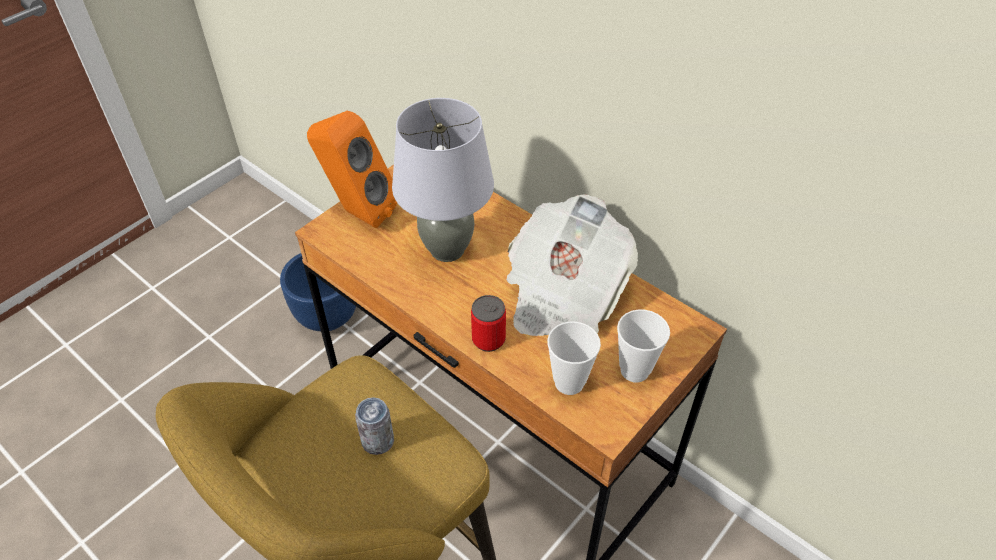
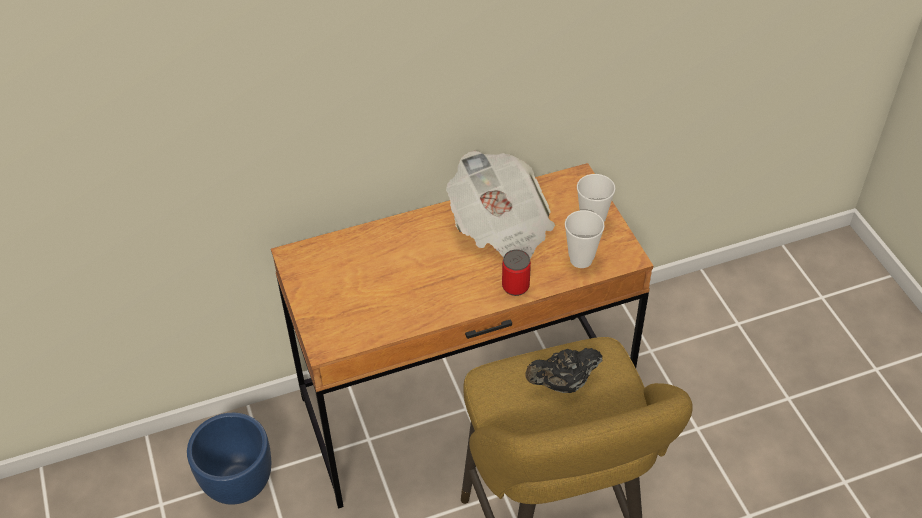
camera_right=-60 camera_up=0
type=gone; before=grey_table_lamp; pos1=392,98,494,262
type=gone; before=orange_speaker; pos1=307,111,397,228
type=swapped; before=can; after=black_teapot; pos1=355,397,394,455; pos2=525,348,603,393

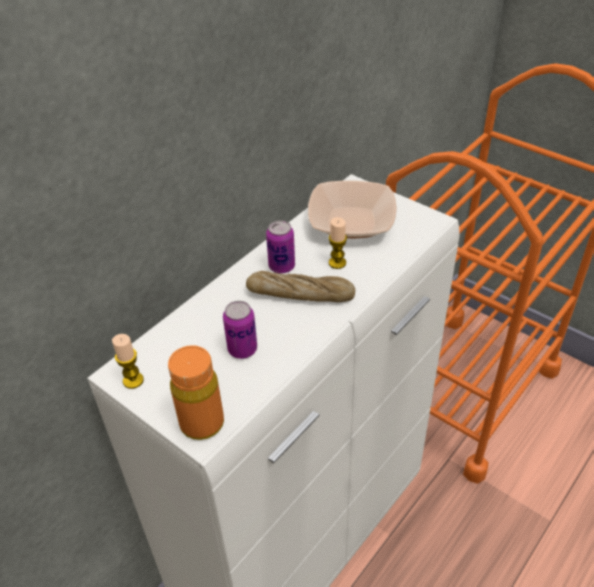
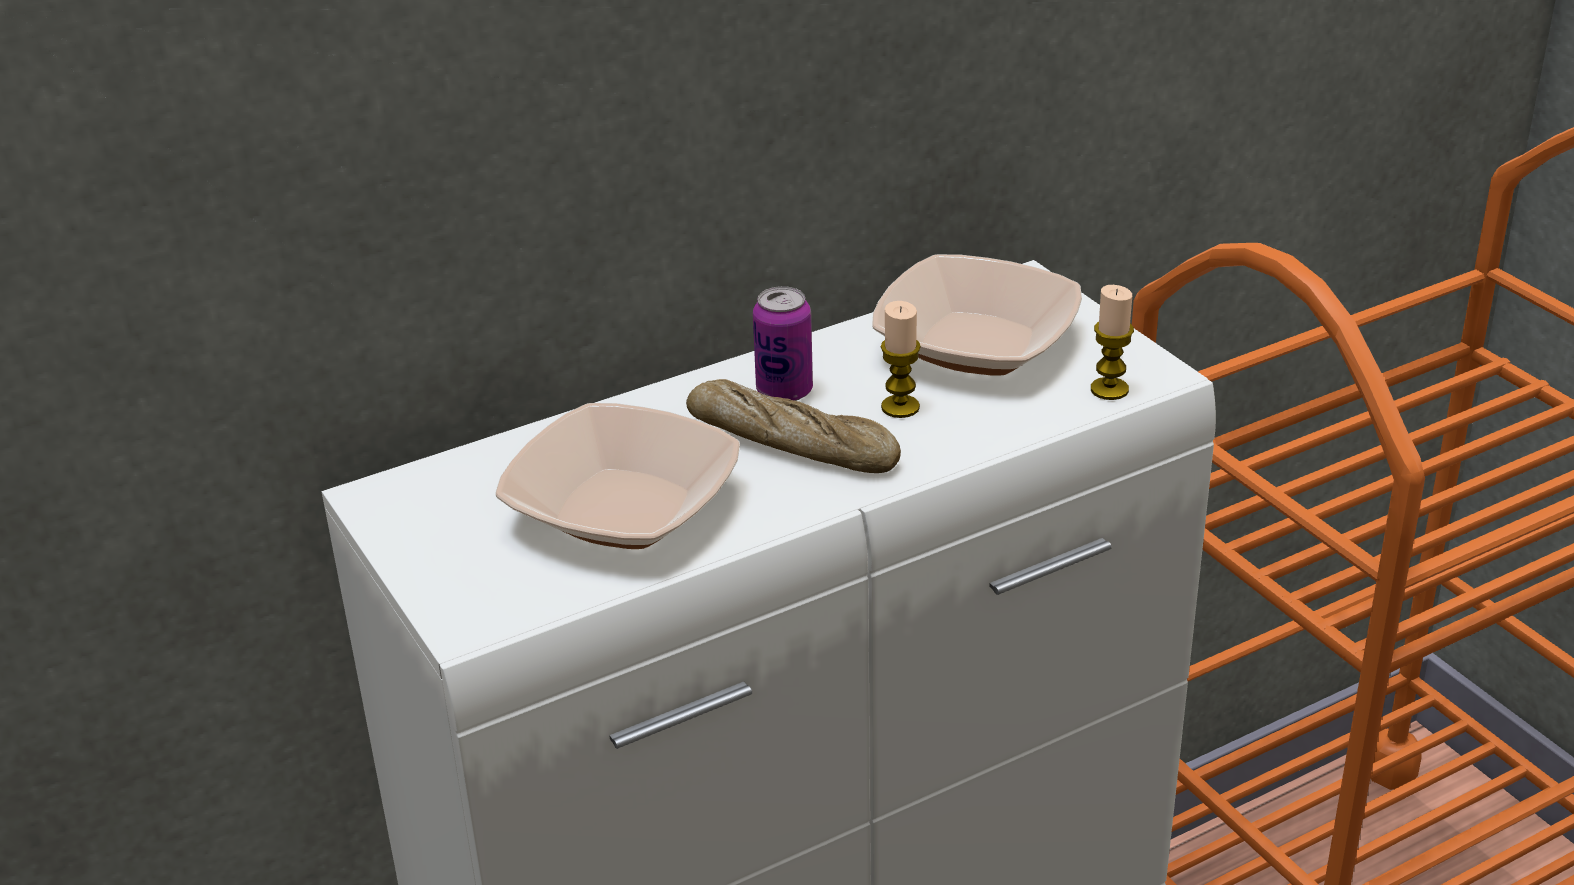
camera_right=20 camera_up=-10
type=swapped; before=can; after=bowl; pos1=223,301,257,359; pos2=495,403,740,549
type=shifted; before=candle; pos1=112,334,144,389; pos2=1091,285,1134,400
type=gone; before=orange_bottle; pos1=168,345,224,440

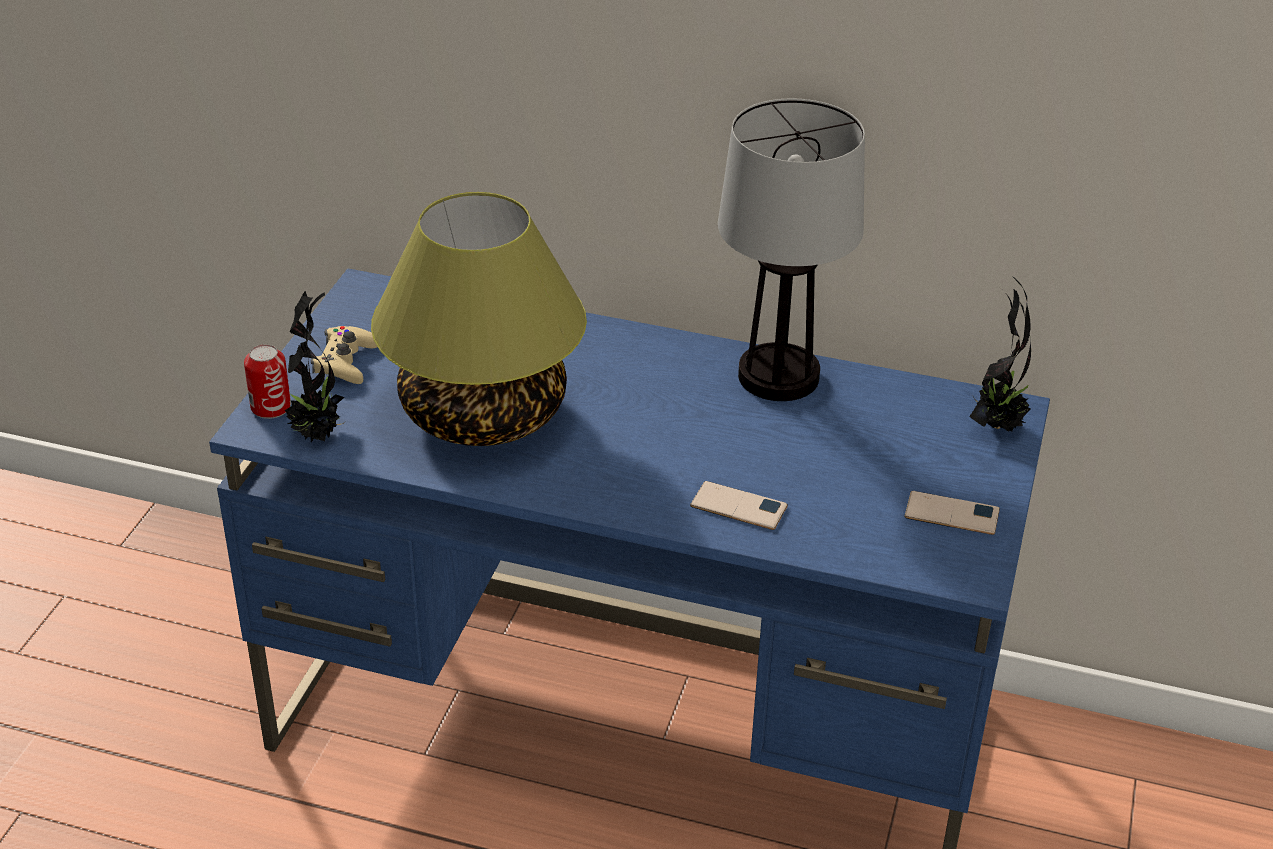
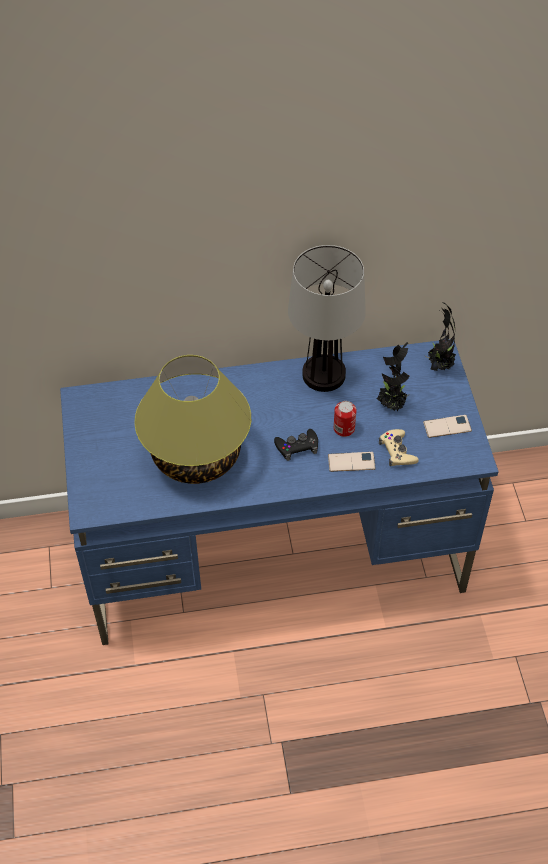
camera_right=-25 camera_up=15
type=shifted; before=potted_plant; pos1=285,291,345,443; pos2=377,342,409,411
type=shifted; before=beige_game_controller; pos1=311,326,377,384; pos2=379,429,419,466
type=shifted; before=can; pos1=244,345,291,419; pos2=334,401,357,437
type=new; after=black_game_controller; pos2=274,429,318,461

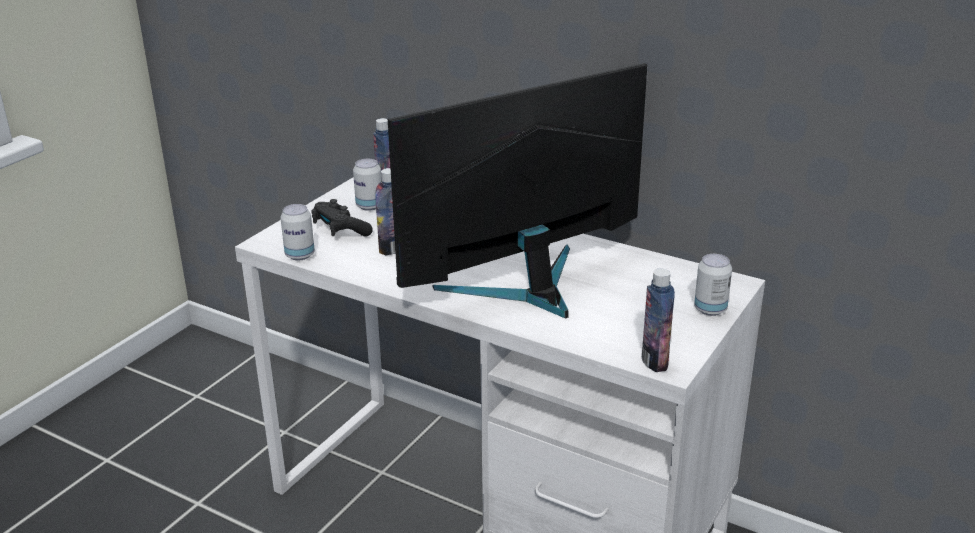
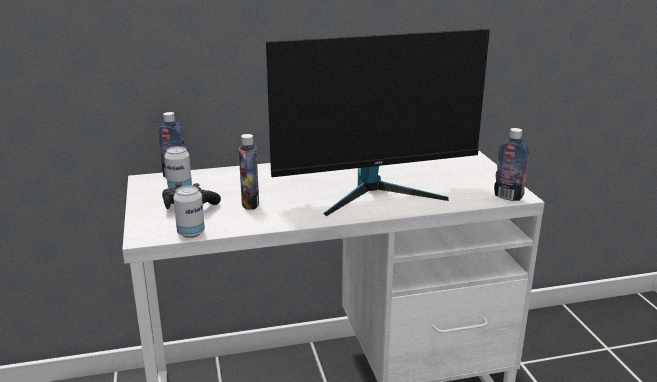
camera_right=-45 camera_up=-5
type=rotated; before=monitor; pos1=388,63,647,319; pos2=266,29,490,216; turn=-120
type=gone; before=can; pos1=694,254,732,316

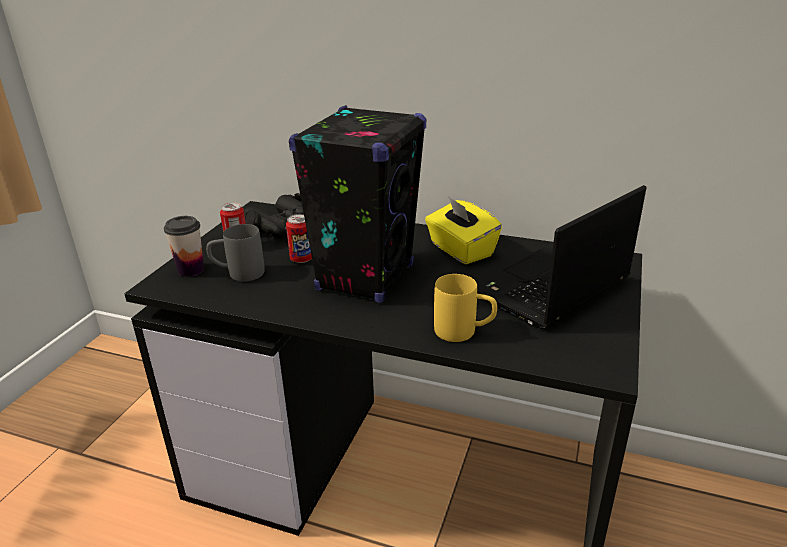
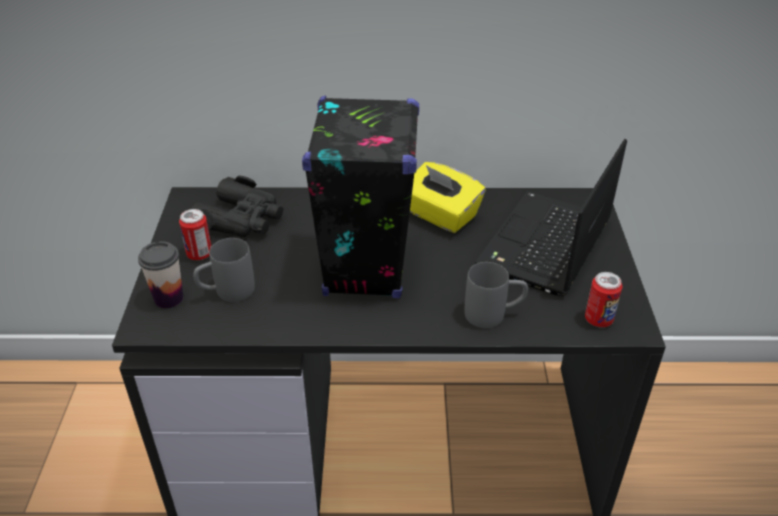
camera_right=-20 camera_up=10
type=shifted; before=can; pos1=286,214,312,263; pos2=585,272,622,327
type=repainted; before=yellow_mug; after=grey_mug; pos1=434,274,497,342; pos2=464,262,528,328

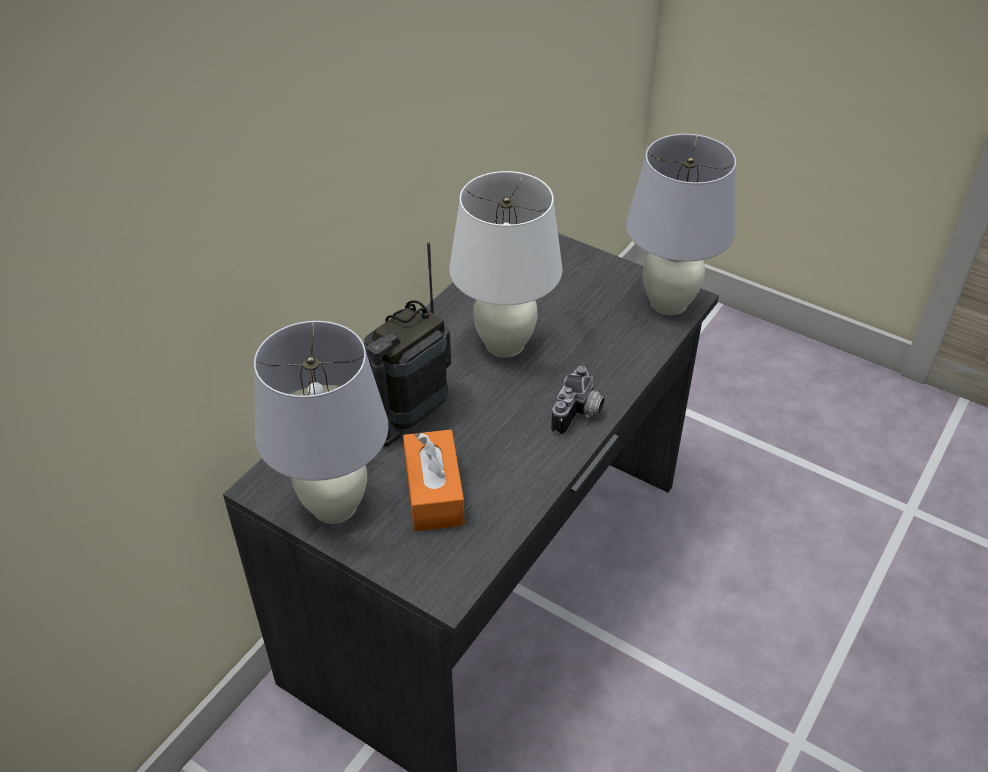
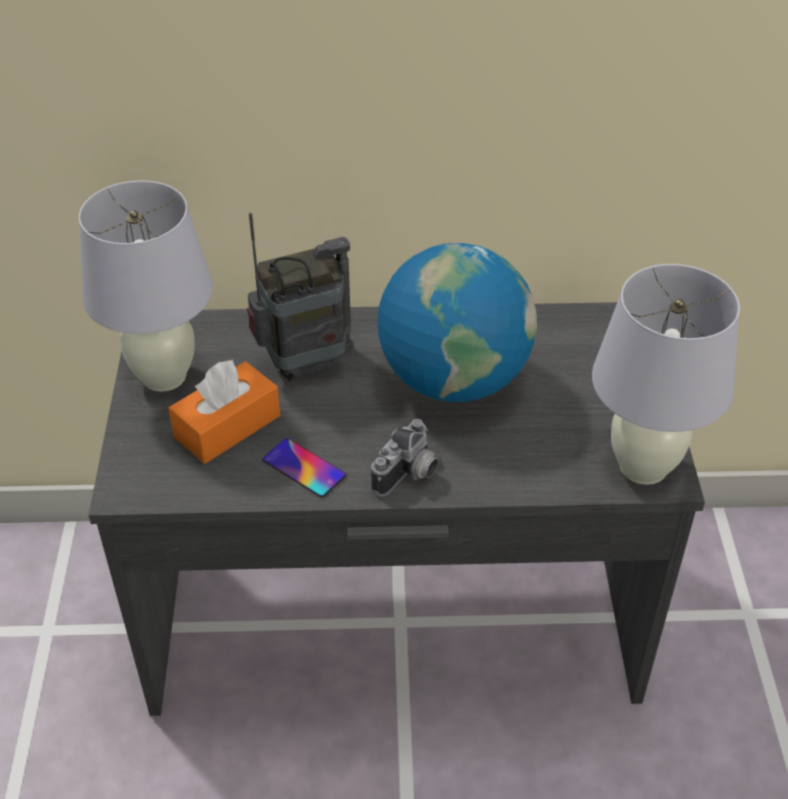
camera_right=55 camera_up=0
type=swapped; before=white_table_lamp; after=globe; pos1=449,171,562,358; pos2=377,243,537,402
type=rotated; before=radio; pos1=364,242,451,447; pos2=247,213,353,381; turn=150
type=rotated; before=photo_camera; pos1=551,366,605,436; pos2=371,419,438,497; turn=-45
type=new; after=phone; pos2=262,438,346,497

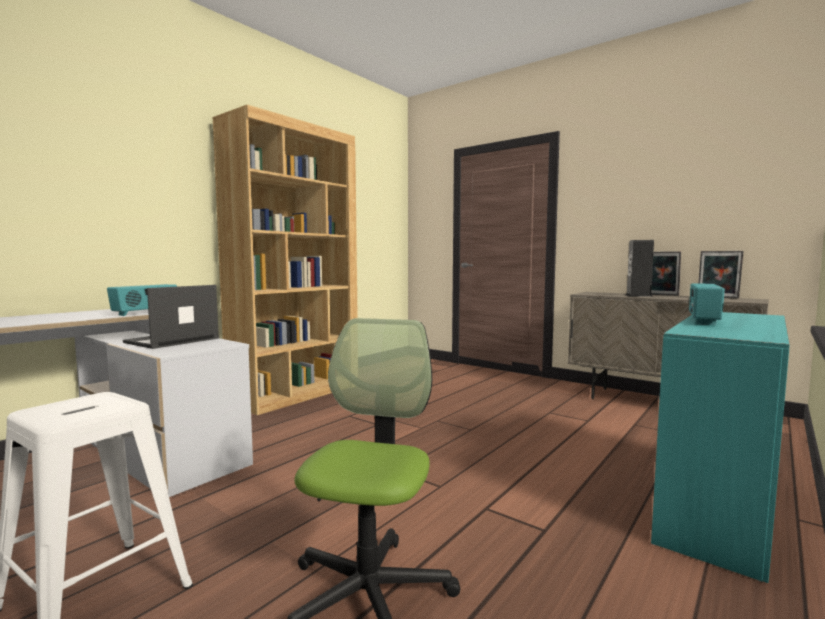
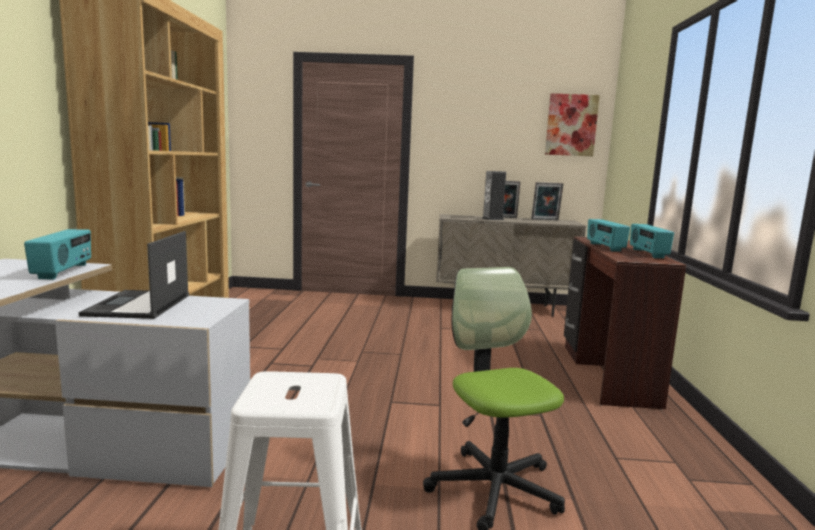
camera_right=-35 camera_up=5
type=repainted; before=turquoise_desk; after=brown_desk; pos1=651,312,790,583; pos2=564,236,686,409
type=new; after=picture; pos2=545,93,600,156
type=new; after=radio; pos2=630,224,674,258

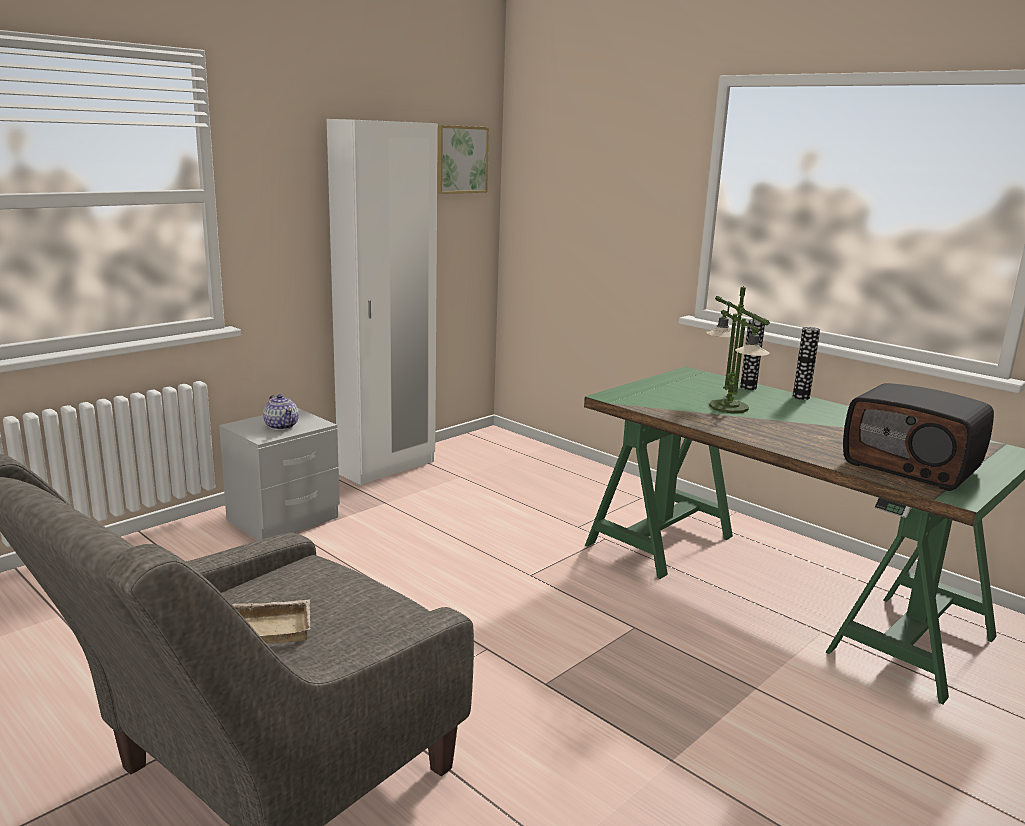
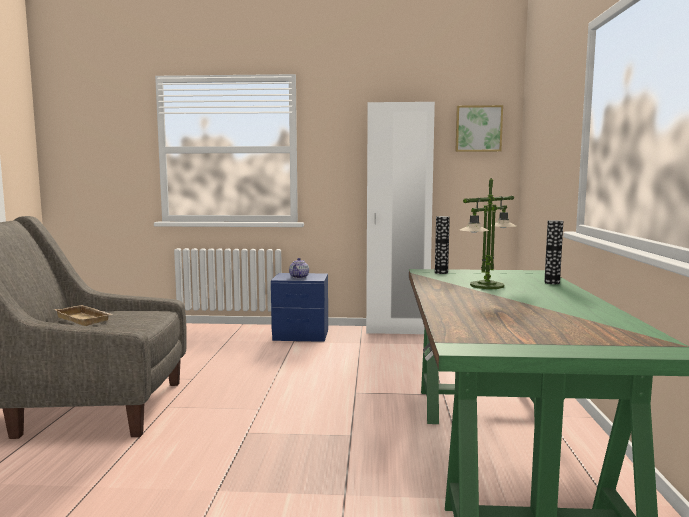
camera_right=50 camera_up=-10
type=shifted; before=vase; pos1=793,327,820,400; pos2=435,216,450,274
type=gone; before=radio; pos1=843,383,994,491
type=repainted; before=grey_nightstand; after=blue_nightstand; pos1=219,408,340,540; pos2=271,273,328,342

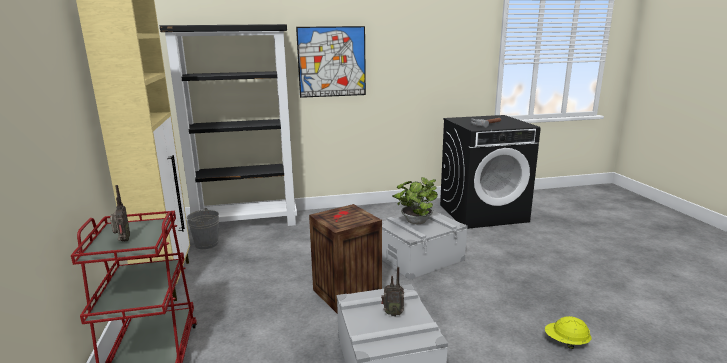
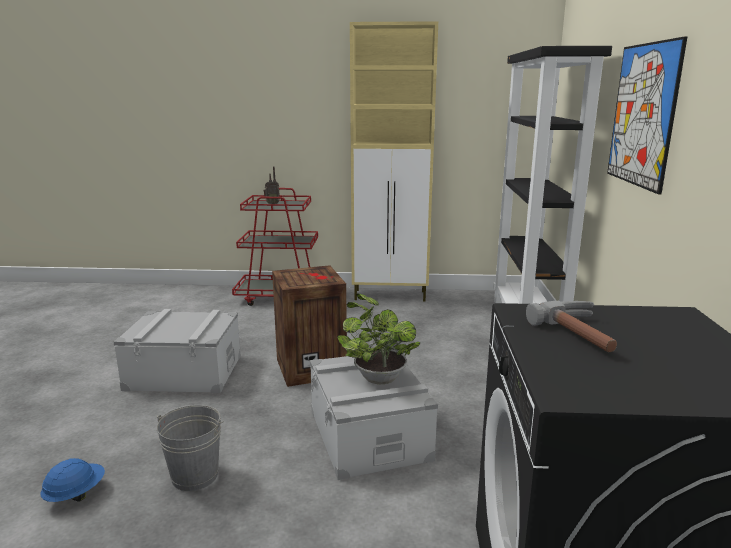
camera_right=105 camera_up=0
type=shifted; before=grey_bucket; pos1=187,208,219,249; pos2=157,405,224,491
type=gone; before=radio; pos1=381,267,404,316
type=repainted; before=yellow_hard_hat; after=blue_hard_hat; pos1=545,316,591,349; pos2=40,458,105,502

